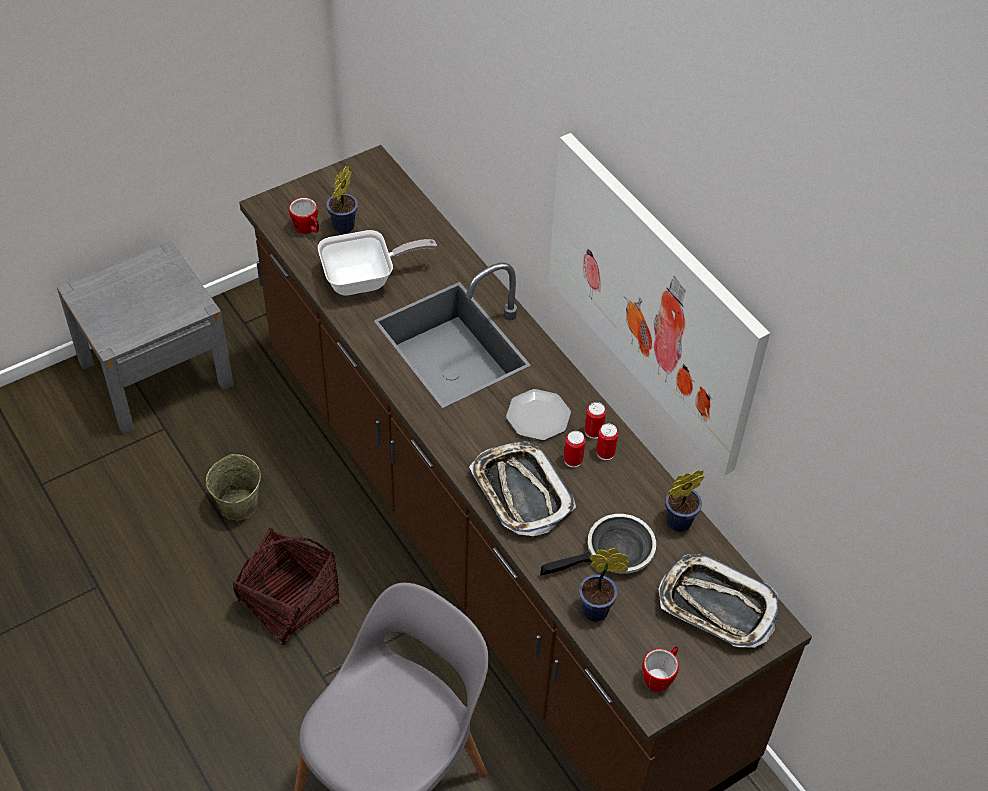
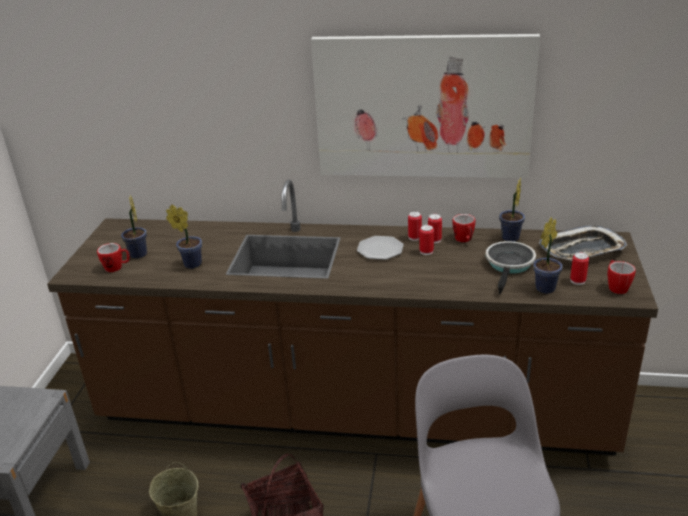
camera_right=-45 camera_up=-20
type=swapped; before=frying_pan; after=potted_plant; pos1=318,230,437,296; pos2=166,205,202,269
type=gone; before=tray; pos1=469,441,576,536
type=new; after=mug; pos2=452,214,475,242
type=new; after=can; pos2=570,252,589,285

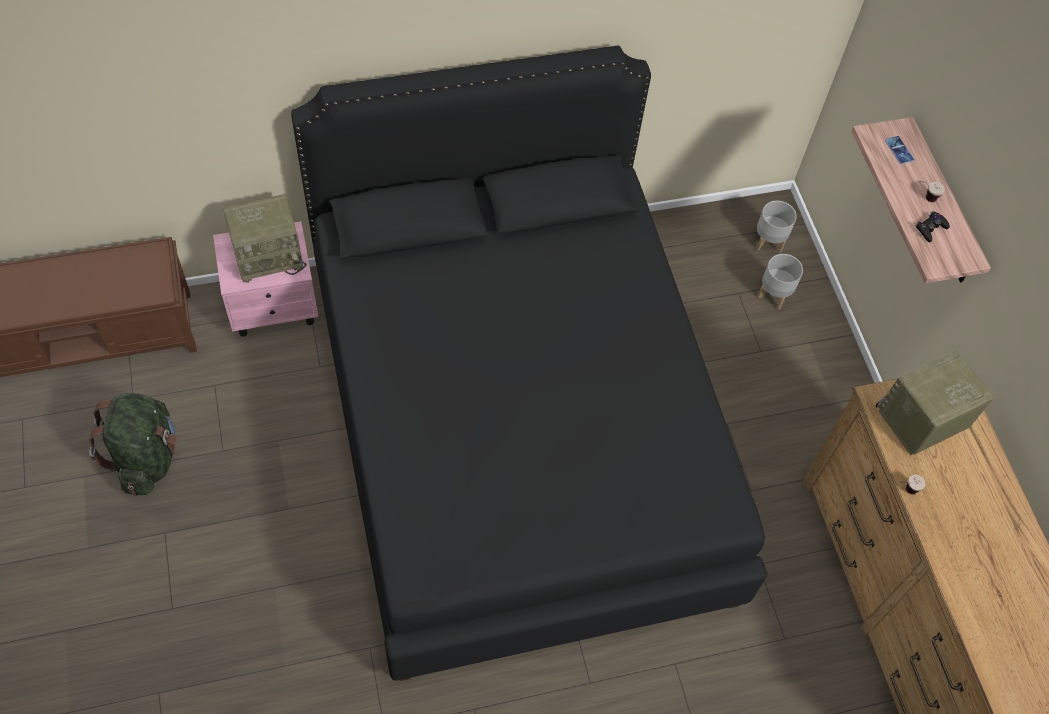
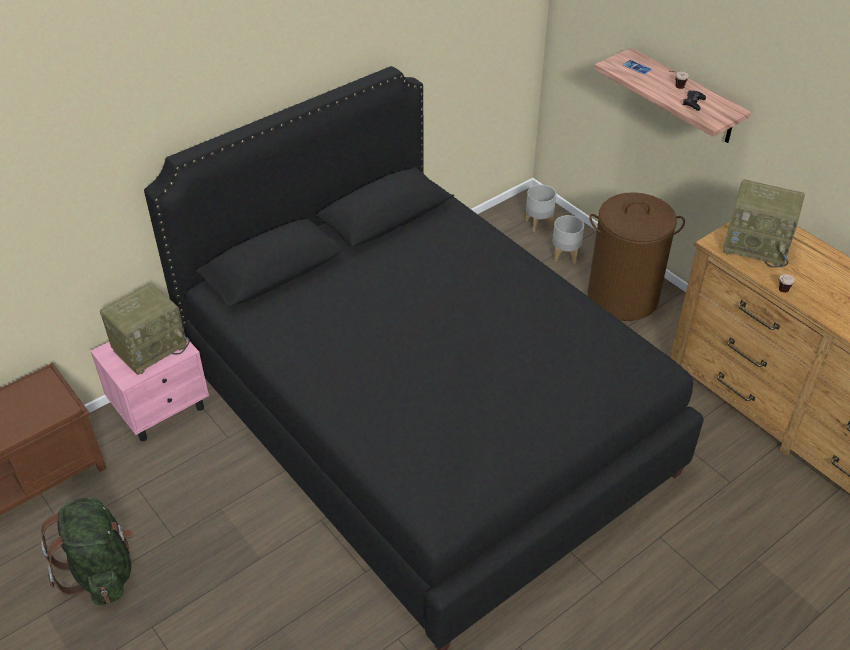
camera_right=-20 camera_up=-15
type=rotated; before=radio; pos1=876,350,994,455; pos2=723,179,805,268; turn=-105
type=new; after=brown_laundry_basket; pos2=587,192,685,321

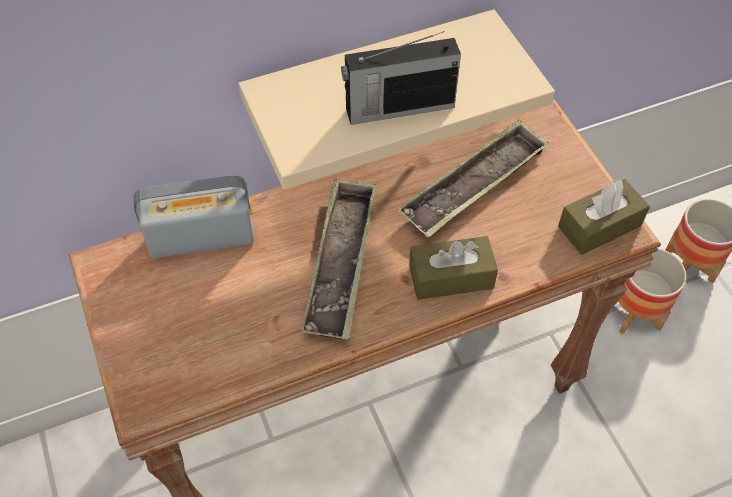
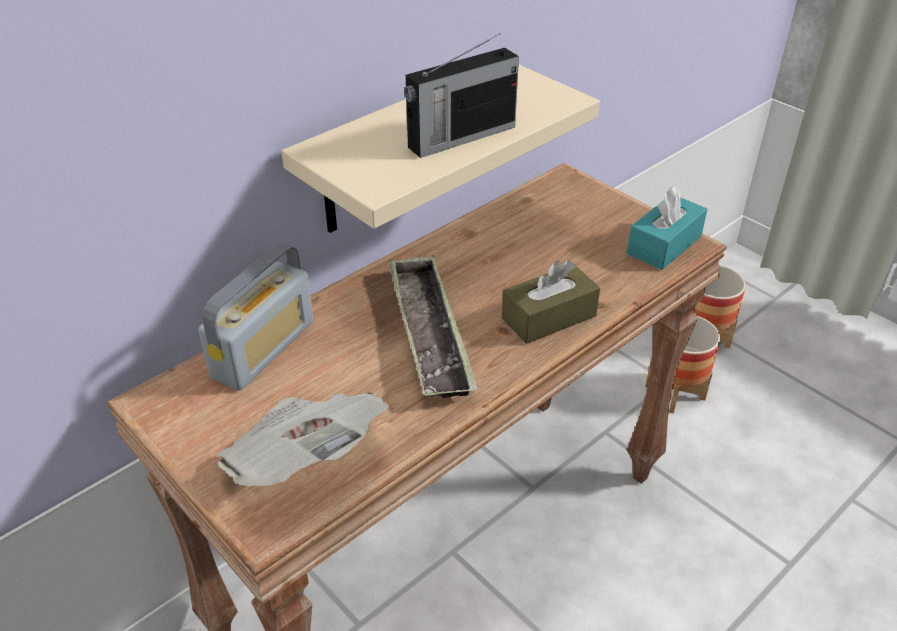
camera_right=-20 camera_up=-15
type=gone; before=tray; pos1=398,119,549,238
type=rotated; before=radio; pos1=133,175,254,258; pos2=198,243,313,390; turn=150
type=repainted; before=brown_tissue_box; after=turquoise_tissue_box; pos1=558,179,650,255; pos2=627,186,708,270
type=new; after=newspaper; pos2=215,393,389,486

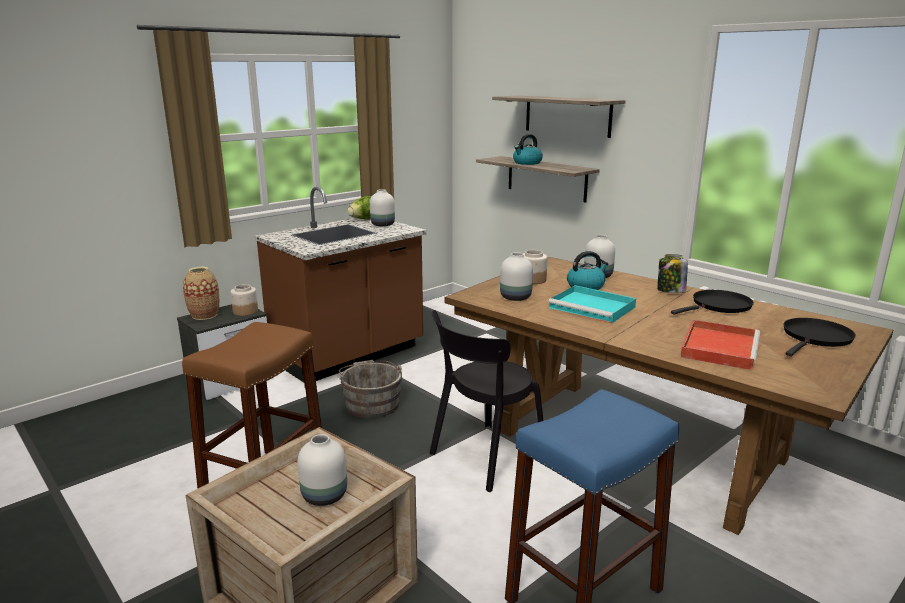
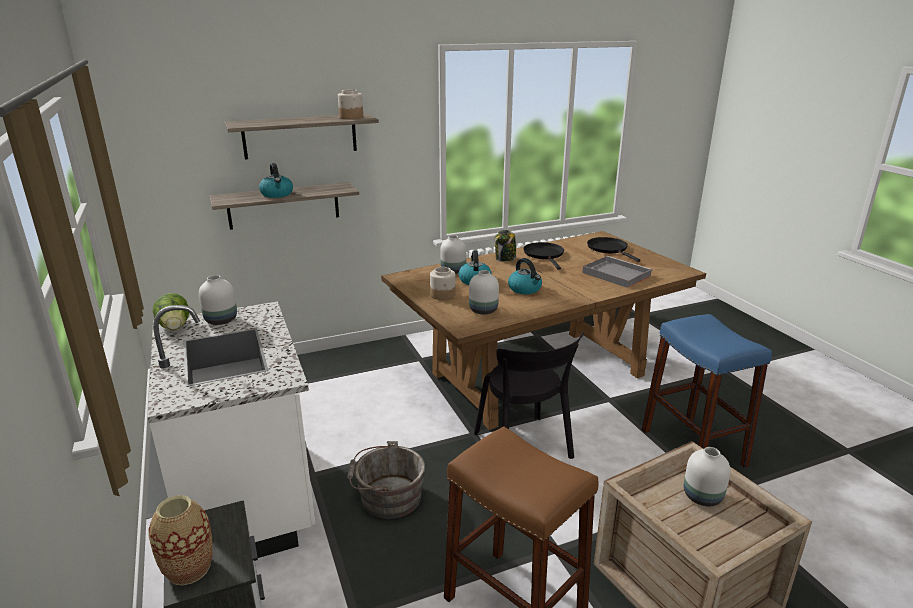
camera_right=-70 camera_up=5
type=repainted; before=brown_counter; after=white_counter; pos1=255,187,426,382; pos2=148,301,315,558
type=shifted; before=jar; pos1=230,284,258,316; pos2=338,89,363,119
type=swapped; before=turquoise_tray; after=kettle; pos1=548,285,636,323; pos2=508,258,542,294
type=repainted; before=red_tray; after=grey_tray; pos1=680,320,760,370; pos2=582,256,652,288

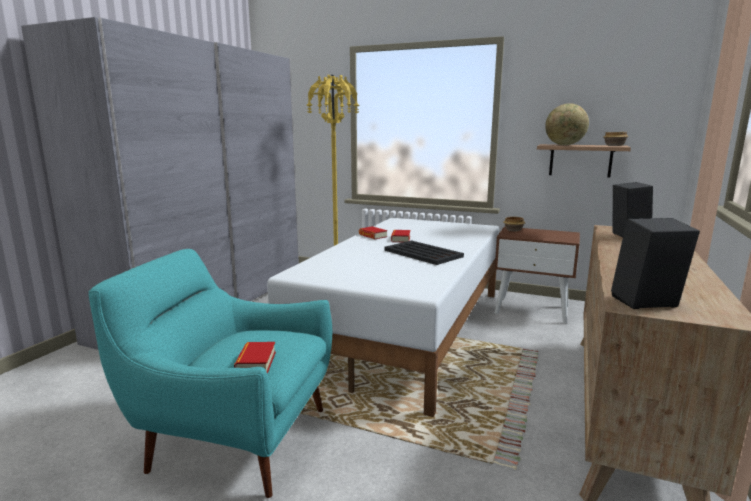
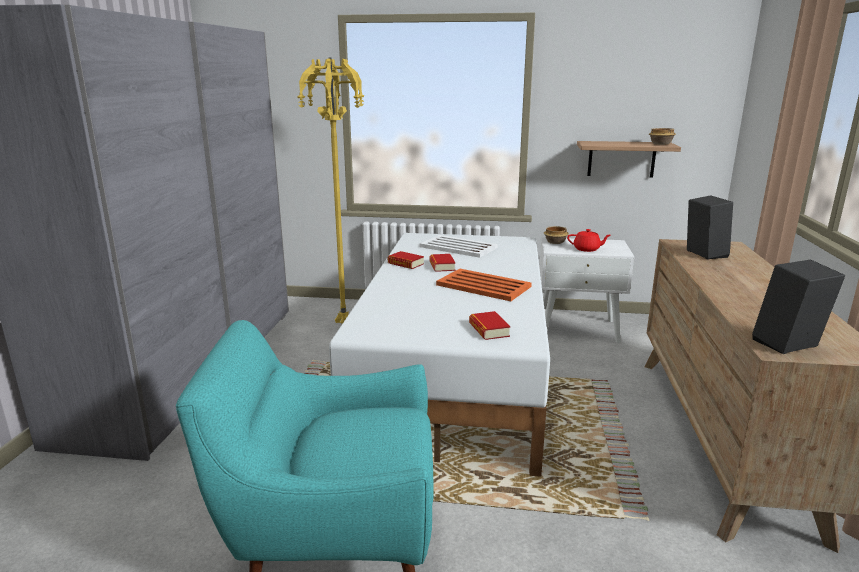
camera_right=-15 camera_up=5
type=gone; before=globe; pos1=545,103,589,145
type=repainted; before=brown_nightstand; after=white_nightstand; pos1=495,227,580,324; pos2=539,237,635,343
type=repainted; before=black_tray; after=orange_tray; pos1=384,240,464,265; pos2=436,269,532,301
type=shifted; before=book; pos1=234,342,276,374; pos2=469,311,511,340
type=new; after=red_teapot; pos2=567,229,610,252
type=new; after=white_tray; pos2=420,235,498,258

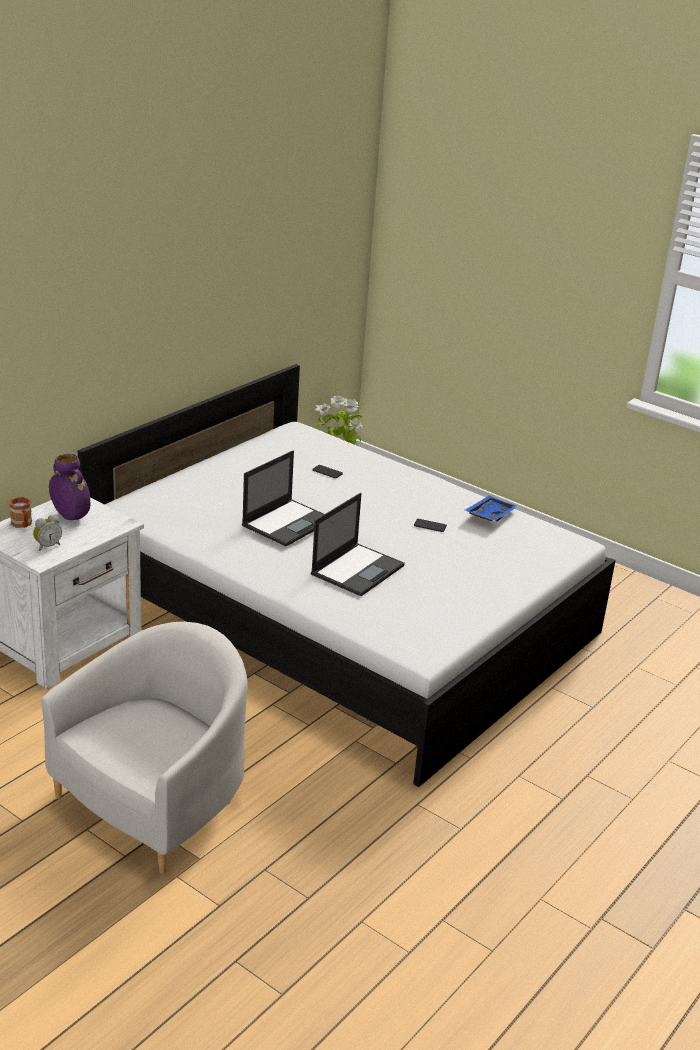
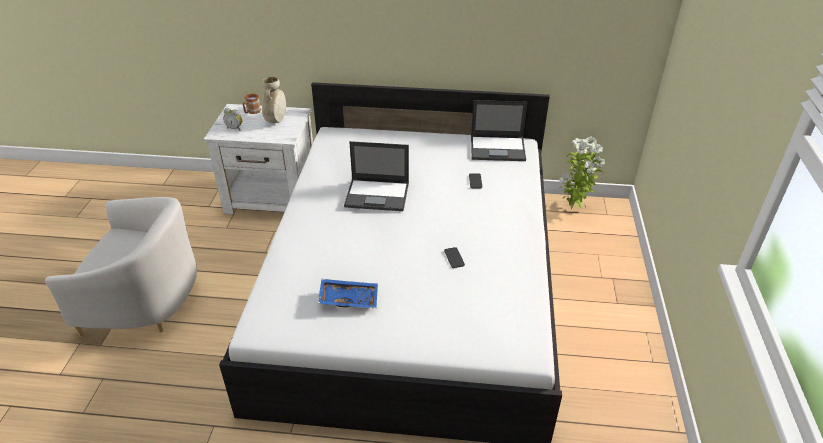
camera_right=60 camera_up=10
type=repainted; before=purple_vase; after=beige_vase; pos1=49,454,90,520; pos2=262,77,286,123
type=shifted; before=laptop; pos1=311,493,405,596; pos2=471,100,527,161
type=shifted; before=blue_tray; pos1=465,496,518,521; pos2=318,279,378,309

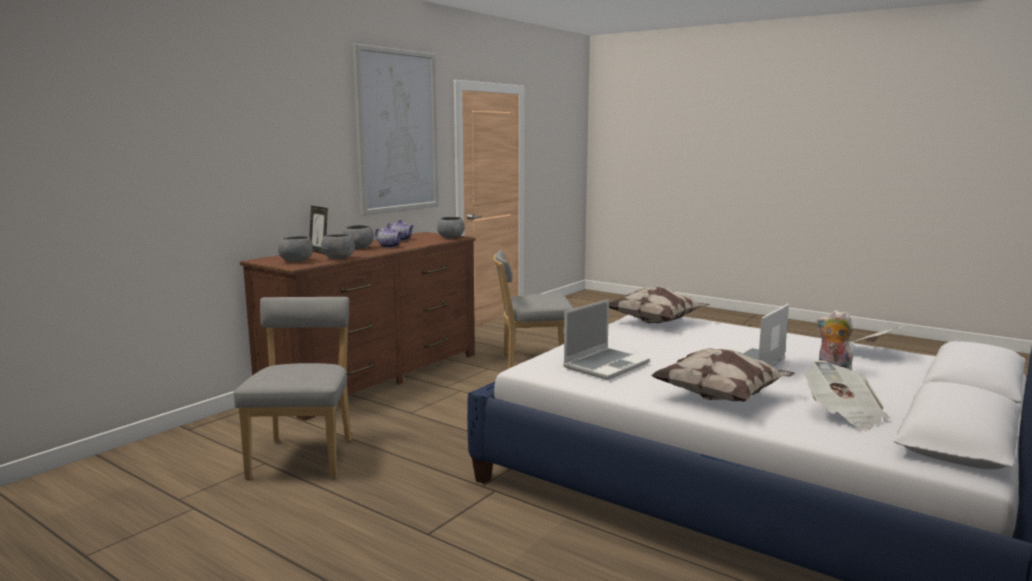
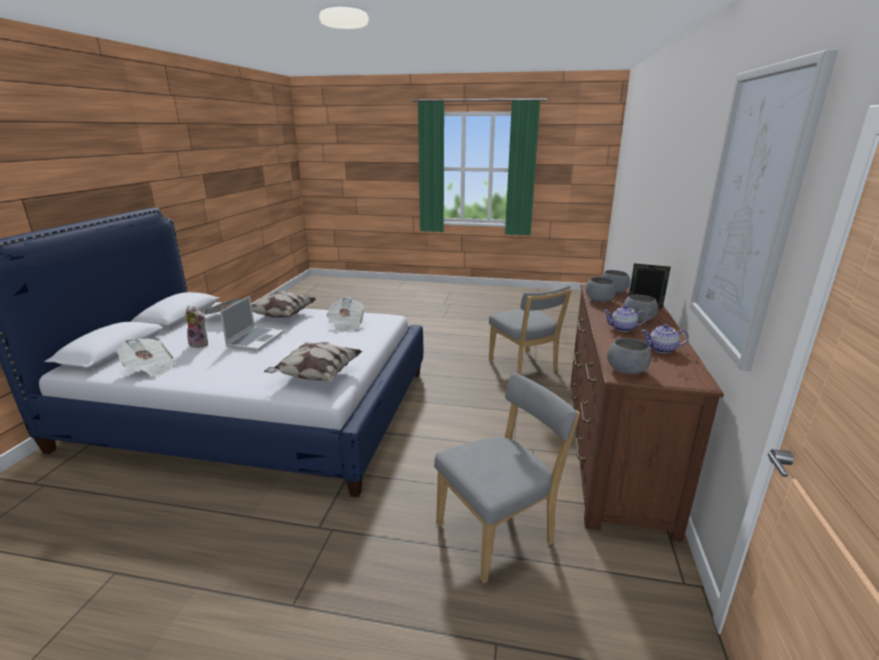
camera_right=155 camera_up=10
type=swapped; before=laptop; after=newspaper; pos1=563,299,650,380; pos2=326,297,365,333

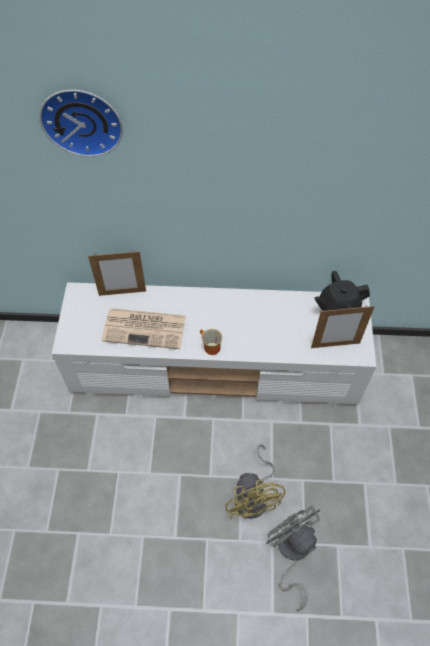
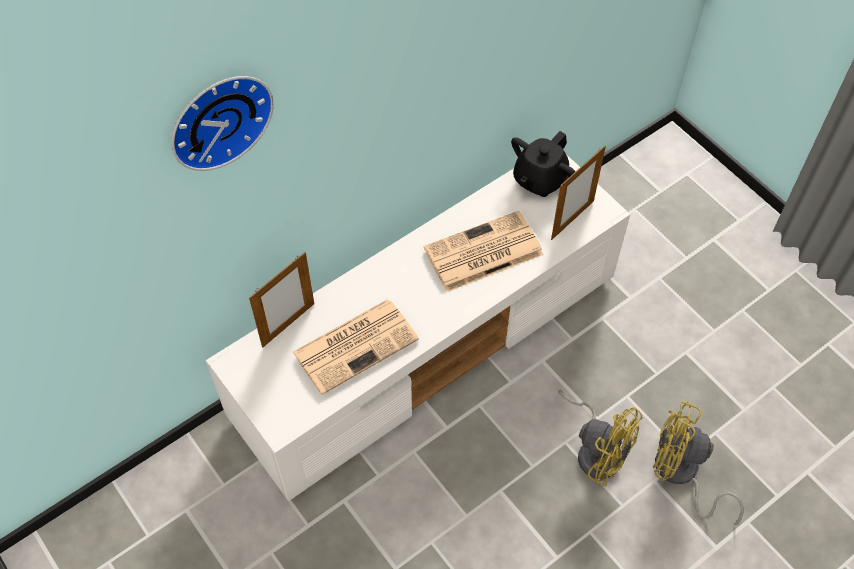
camera_right=-40 camera_up=0
type=gone; before=mug; pos1=200,329,222,355
type=repainted; before=grey_fan; after=yellow_fan; pos1=266,505,320,611; pos2=653,401,744,525
type=new; after=newspaper; pos2=424,211,544,292

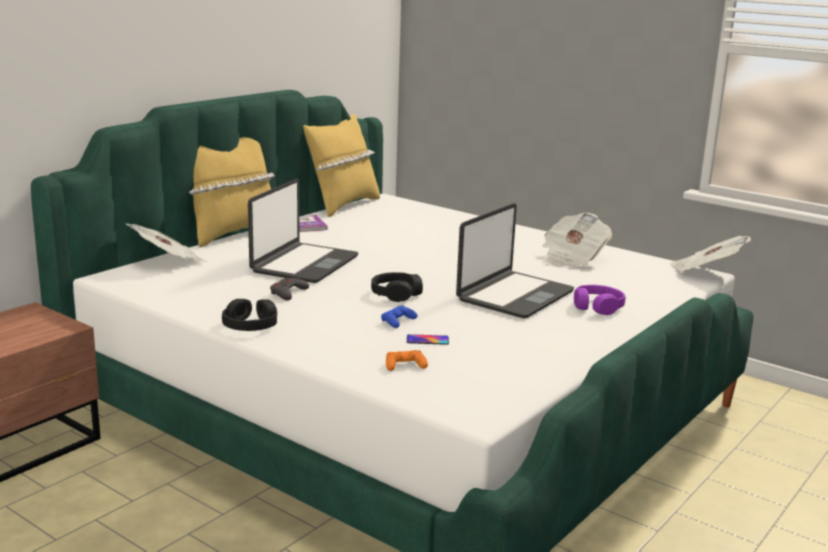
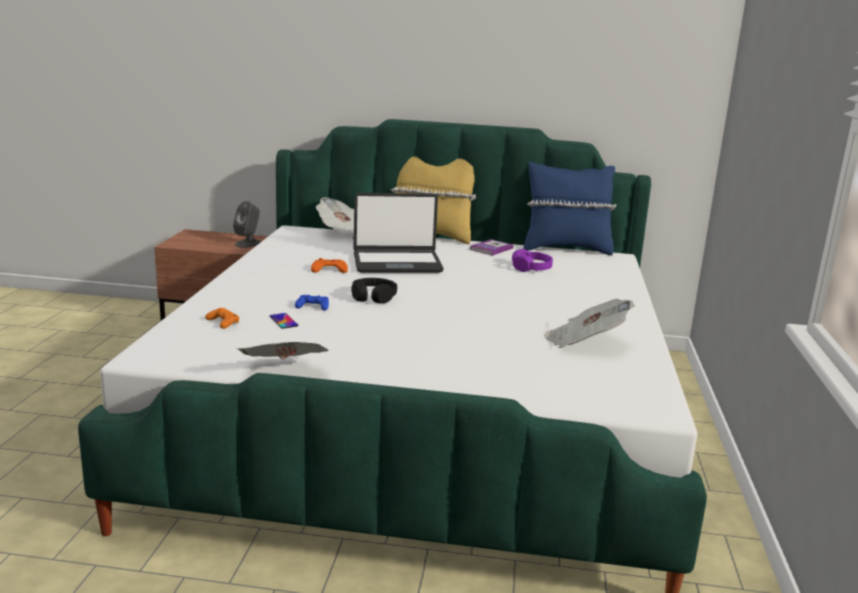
camera_right=60 camera_up=0
type=repainted; before=yellow_pillow; after=blue_pillow; pos1=303,114,380,217; pos2=523,161,617,255
type=gone; before=laptop; pos1=456,203,574,318
type=shifted; before=newspaper; pos1=671,236,751,272; pos2=238,342,329,359
type=repainted; before=grey_game_controller; after=orange_game_controller; pos1=270,278,309,300; pos2=311,258,348,273
type=shifted; before=purple_headphones; pos1=574,285,625,315; pos2=512,249,553,272
type=gone; before=black_headphones; pos1=222,299,277,331
type=new; after=grey_speaker; pos2=233,201,261,248

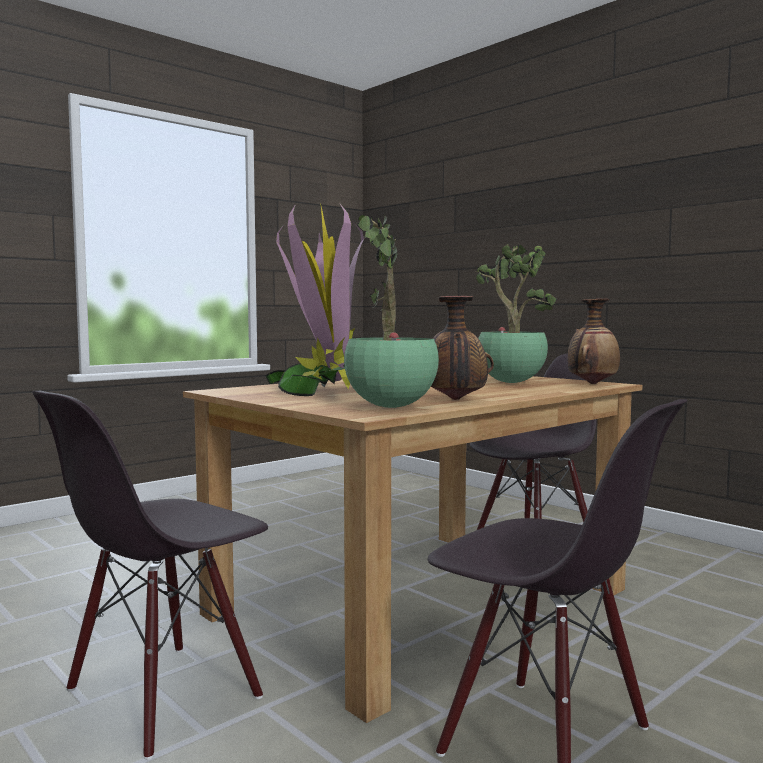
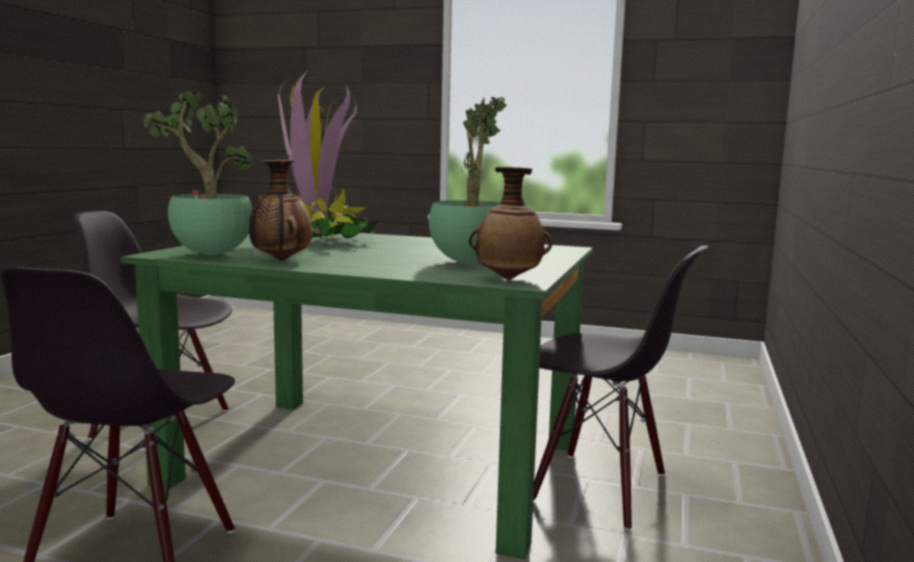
camera_right=60 camera_up=5
type=repainted; before=brown_dining_table; after=green_dining_table; pos1=183,374,643,723; pos2=121,233,593,559

